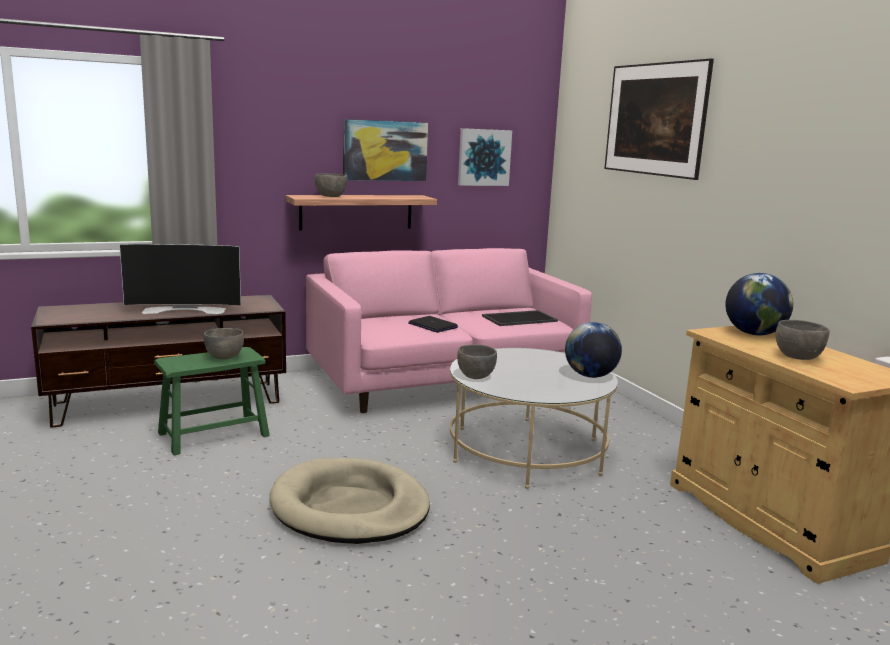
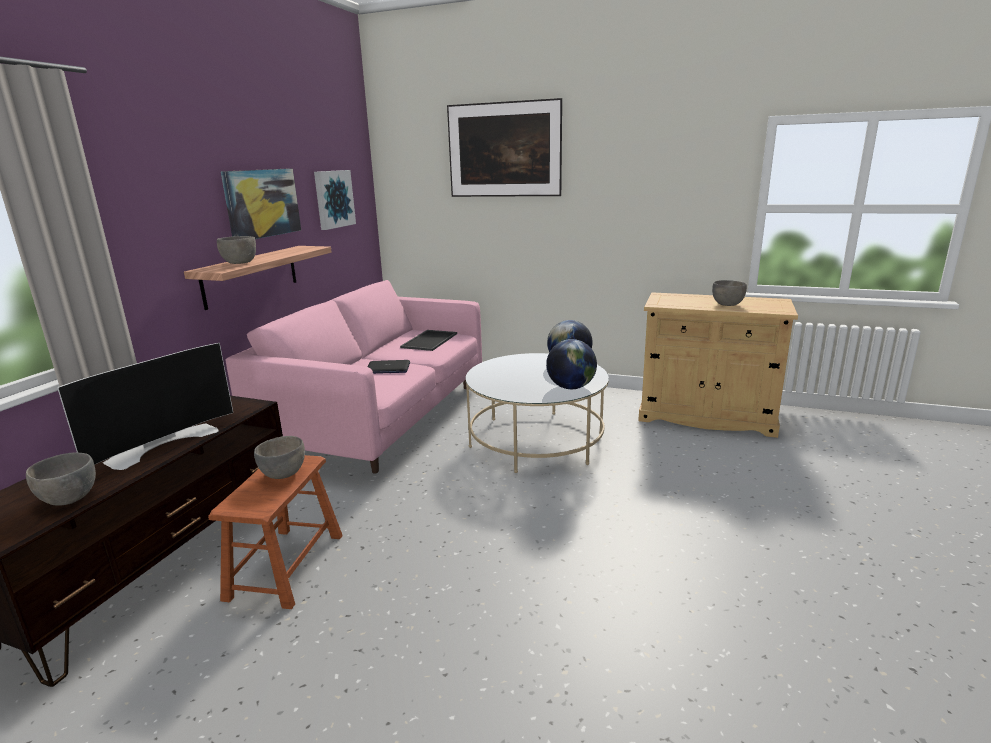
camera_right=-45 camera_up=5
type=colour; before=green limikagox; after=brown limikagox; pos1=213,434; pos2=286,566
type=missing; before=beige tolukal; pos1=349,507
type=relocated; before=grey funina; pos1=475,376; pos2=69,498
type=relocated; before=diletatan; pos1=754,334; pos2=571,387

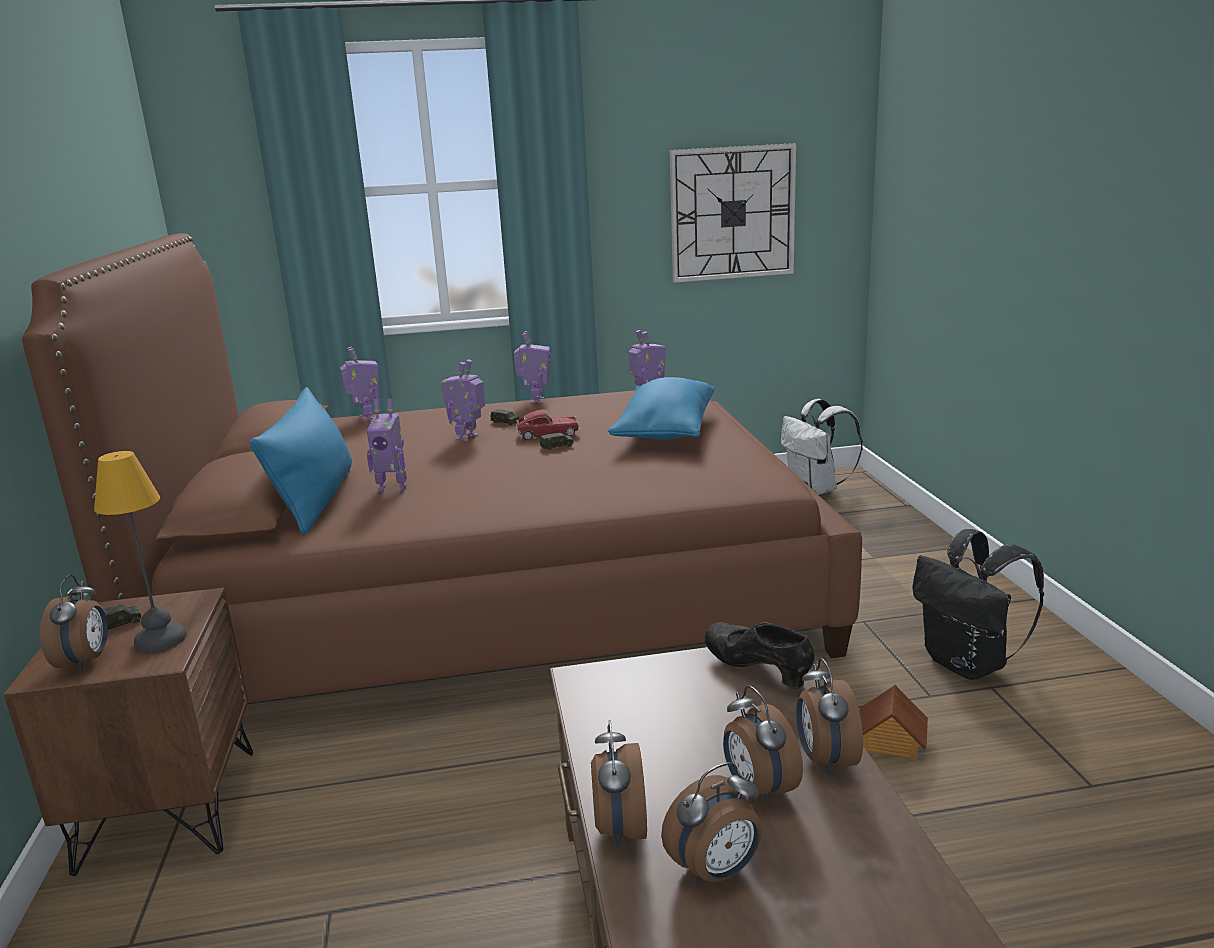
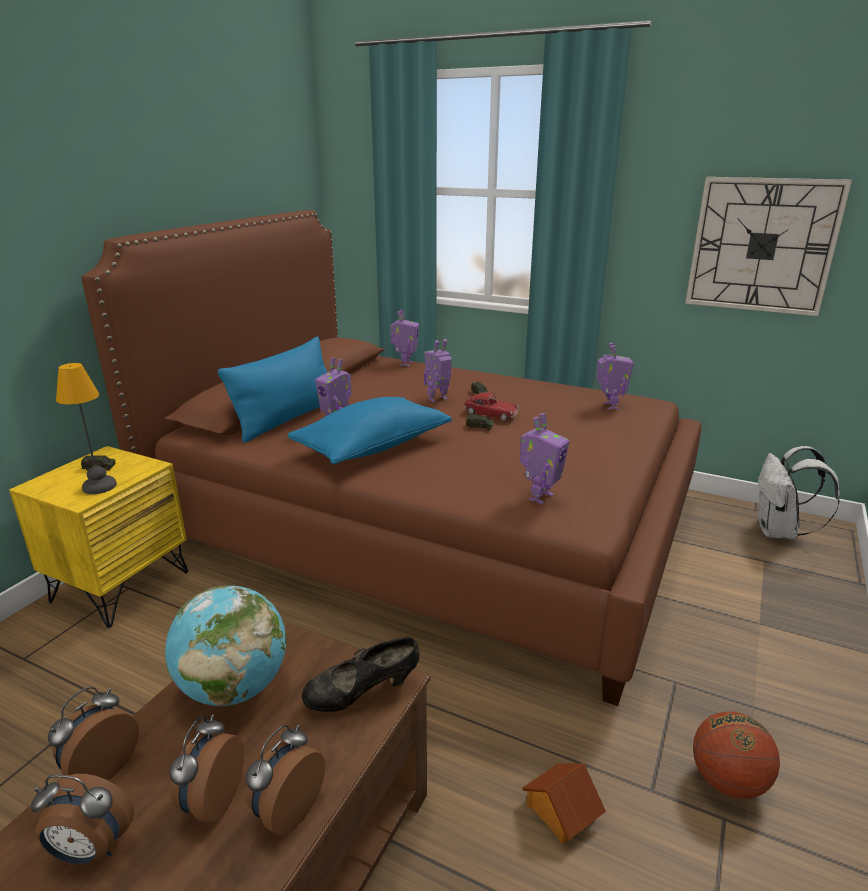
camera_right=35 camera_up=5
type=colour; before=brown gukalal; after=yellow gukalal; pos1=168,809; pos2=120,586
type=missing; before=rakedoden; pos1=86,661
type=relocated; before=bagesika; pos1=535,400; pos2=539,497
type=relocated; before=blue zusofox; pos1=665,432; pos2=372,447
type=spun; before=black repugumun; pos1=757,671; pos2=362,694; turn=-105
type=exchanged; before=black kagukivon; after=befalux; pos1=968,664; pos2=727,781
type=appeared; after=diletatan; pos2=234,688

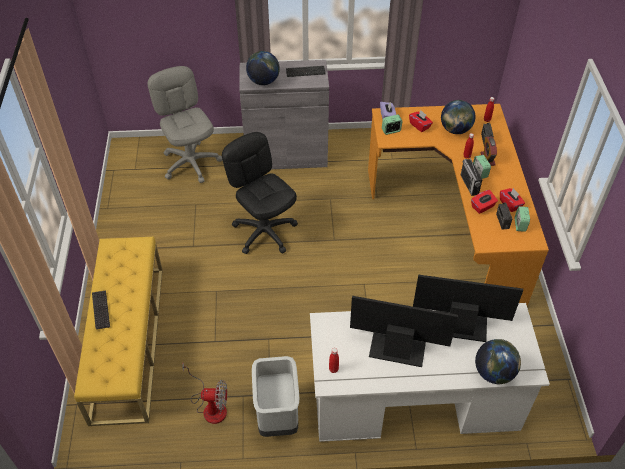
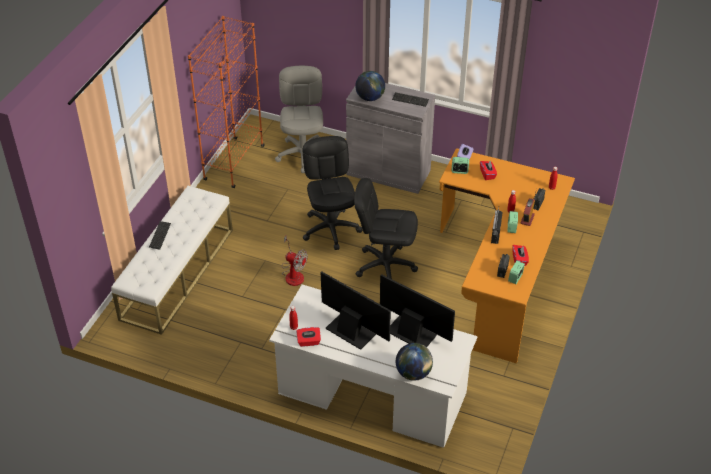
camera_right=25 camera_up=-5
type=colour; before=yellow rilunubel; after=white rilunubel; pos1=128,341; pos2=177,273
type=relocated; before=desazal; pos1=210,406; pos2=293,273
type=missing; before=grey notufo; pos1=278,417
type=missing; before=diletatan; pos1=455,130
type=relocated; before=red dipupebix; pos1=482,207; pos2=309,342
type=appeared; after=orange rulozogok; pos2=234,163
type=appeared; after=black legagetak; pos2=385,266

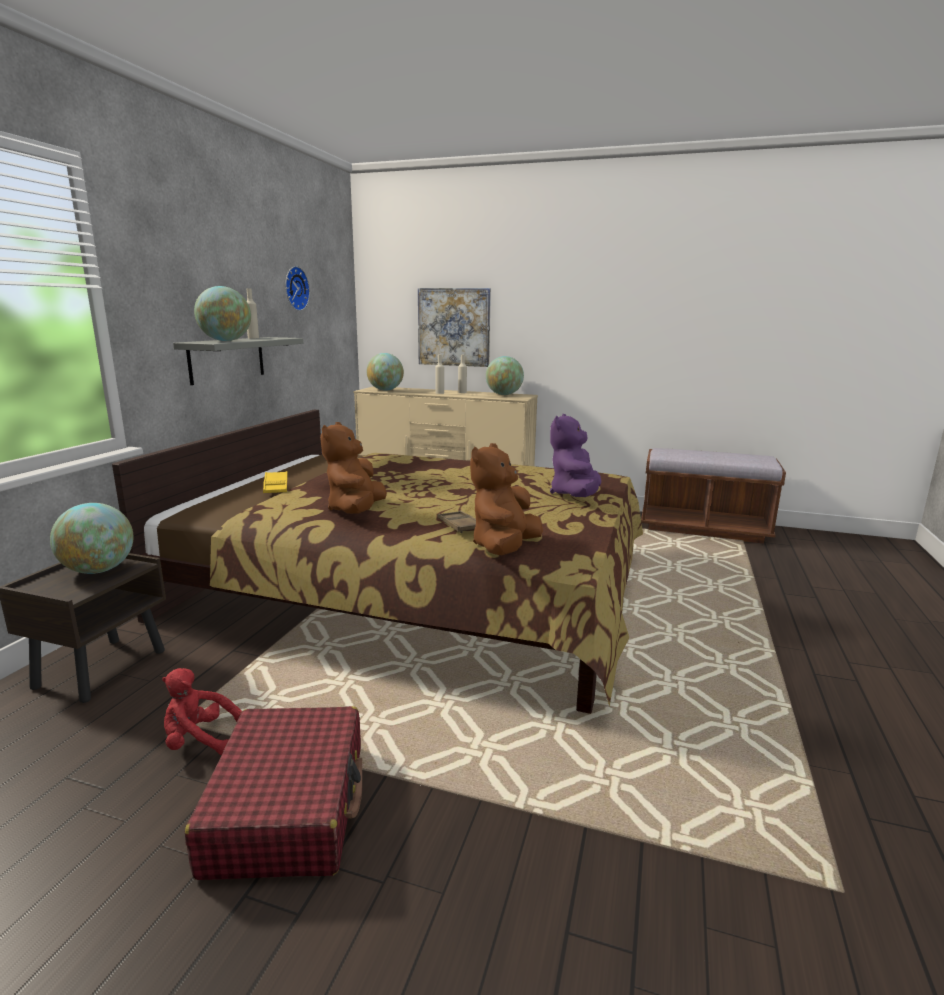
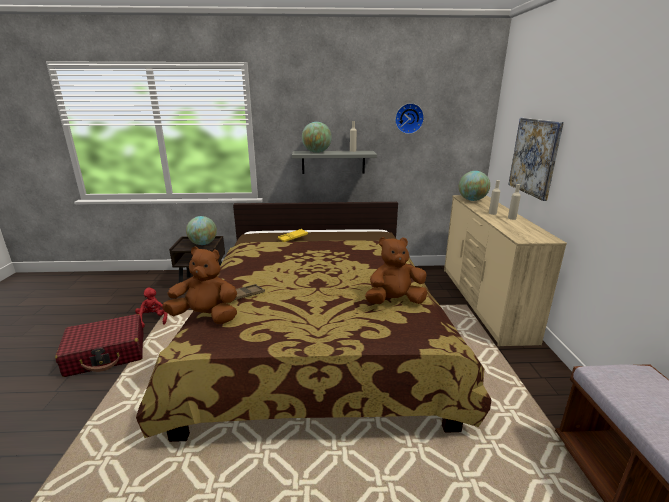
camera_right=70 camera_up=5
type=relocated; before=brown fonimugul; pos1=356,510; pos2=394,301
type=missing; before=diletatan; pos1=504,394
type=missing; before=purple fonimugul; pos1=575,495

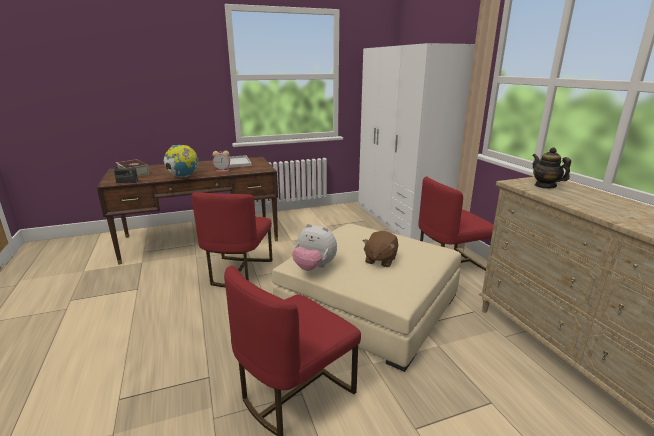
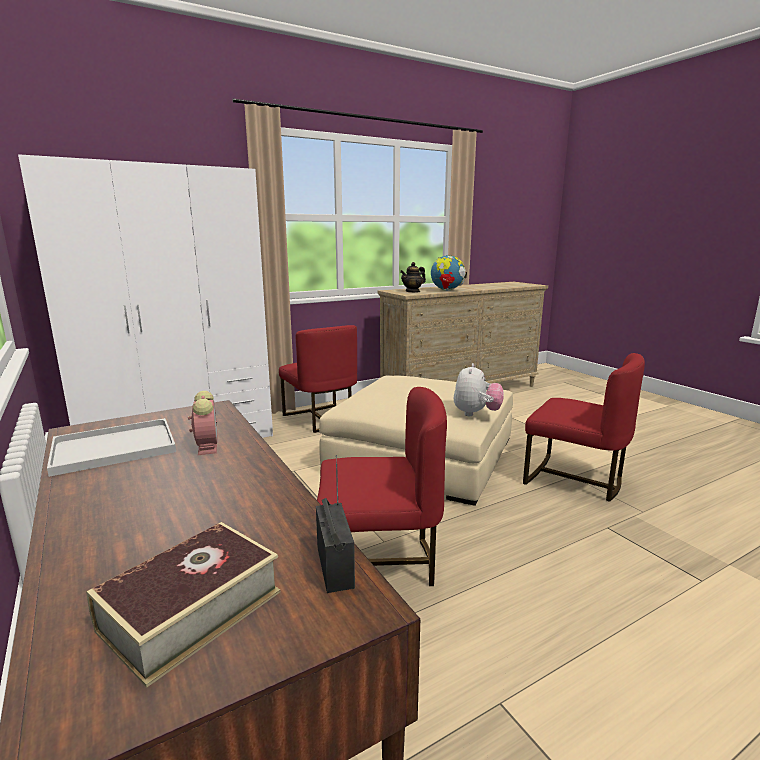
camera_right=-100 camera_up=-5
type=relocated; before=diletatan; pos1=183,177; pos2=447,290
type=missing; before=brown fonimugul; pos1=380,260

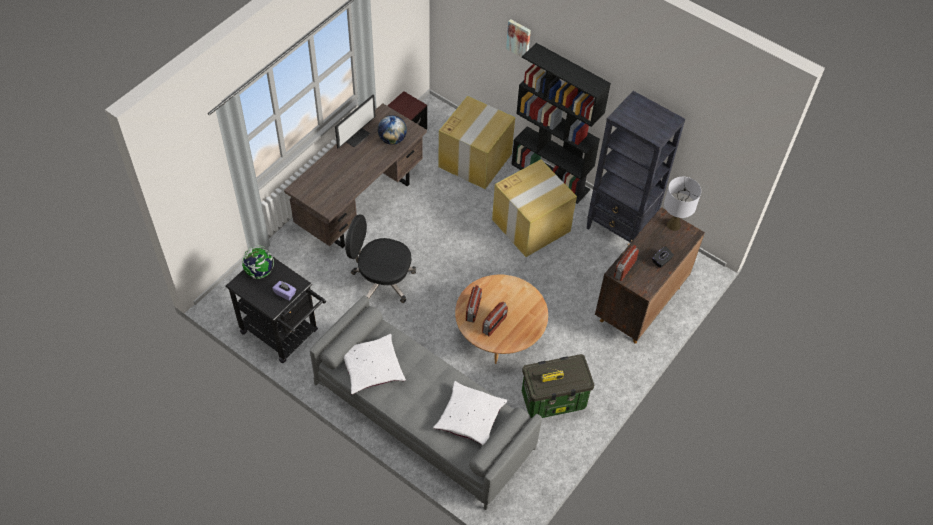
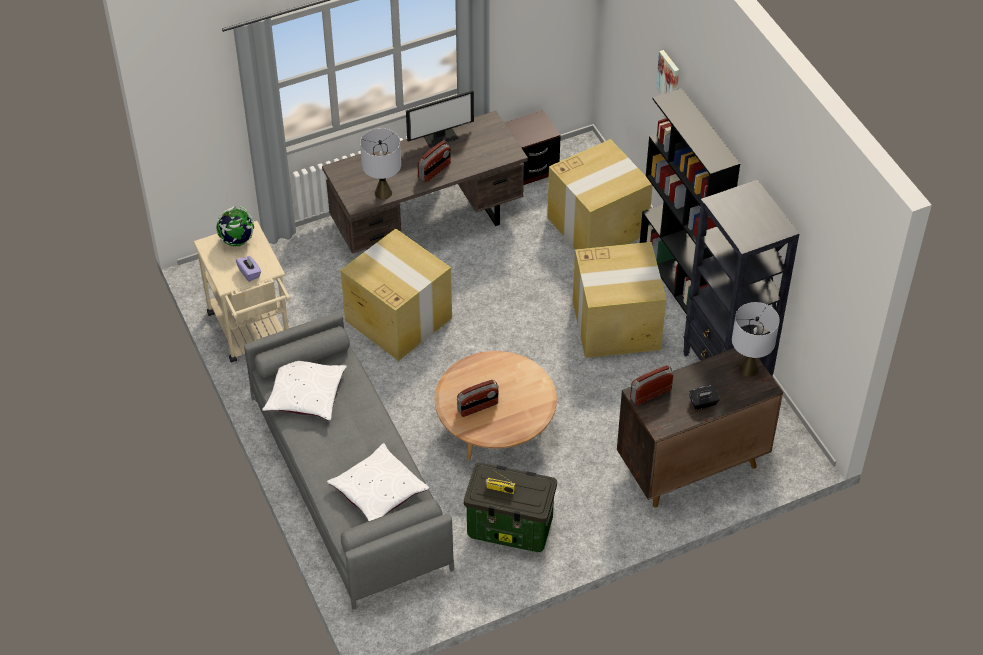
camera_right=30 camera_up=-5
type=colour; before=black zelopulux; after=beige zelopulux; pos1=284,334; pos2=252,333
type=exchanged; before=black legagetak; after=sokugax; pos1=382,280; pos2=397,318
type=missing; before=diletatan; pos1=392,139
type=relocated; before=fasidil; pos1=473,309; pos2=434,171
type=appeared; after=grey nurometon; pos2=383,193

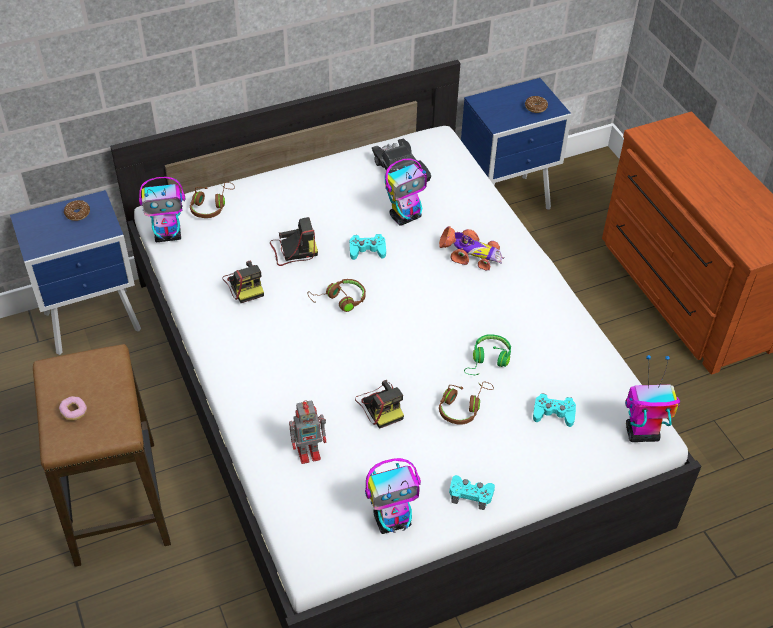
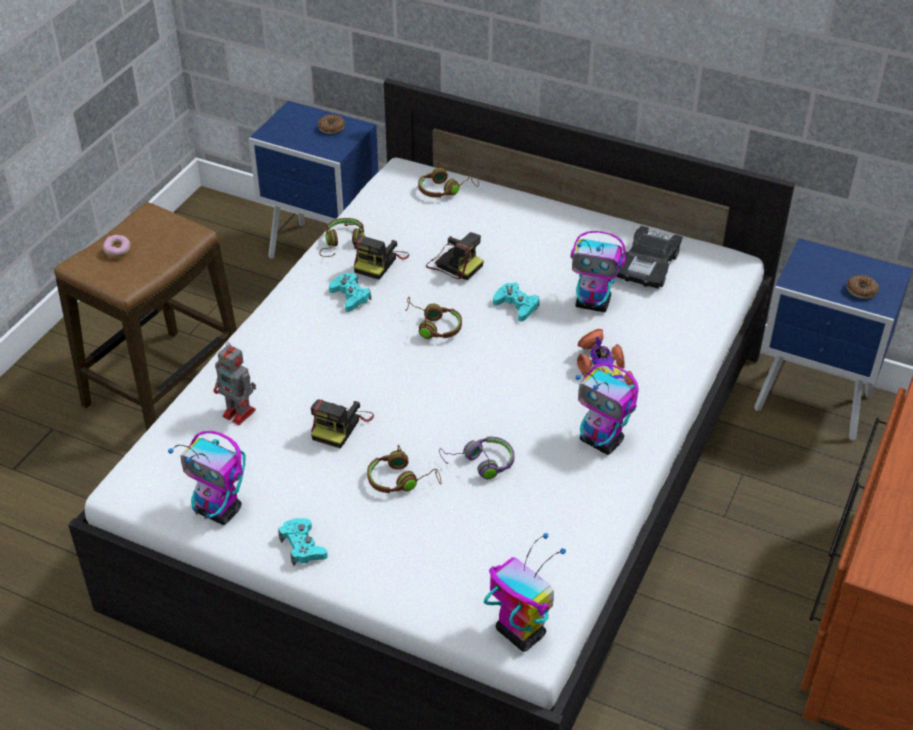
camera_right=50 camera_up=-5
type=relocated; before=bagesika; pos1=168,235; pos2=602,441
type=colour; before=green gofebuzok; after=purple gofebuzok; pos1=488,360; pos2=480,463
type=relocated; before=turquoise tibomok; pos1=553,413; pos2=350,296
type=appeared; after=brown gofebuzok; pos2=342,243

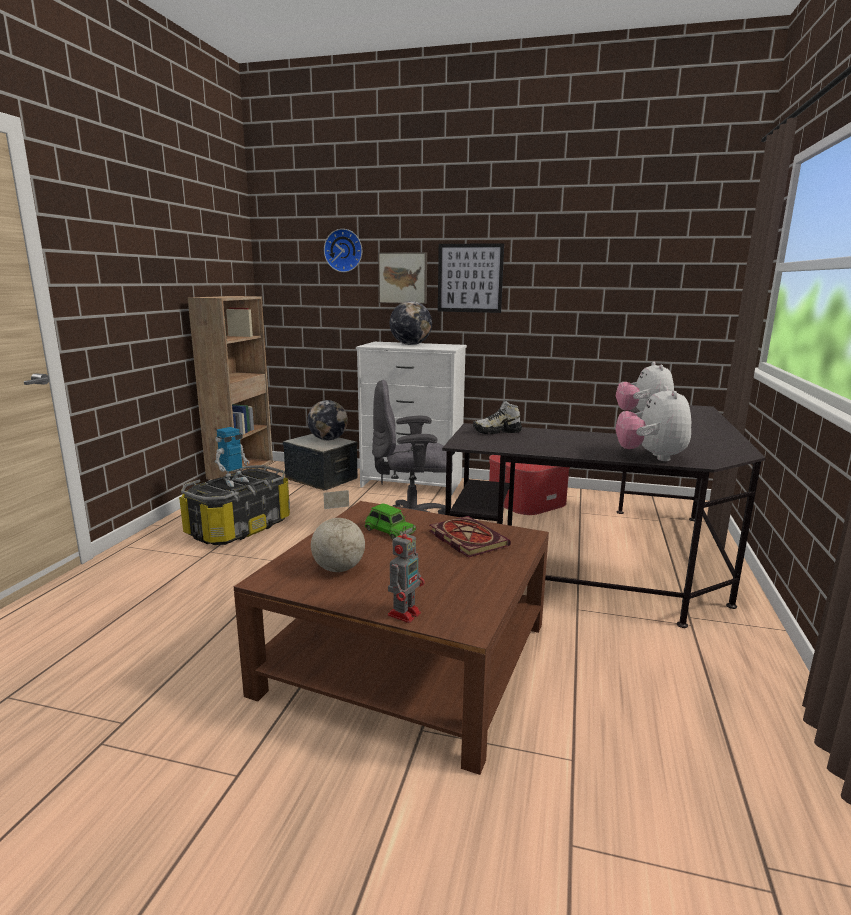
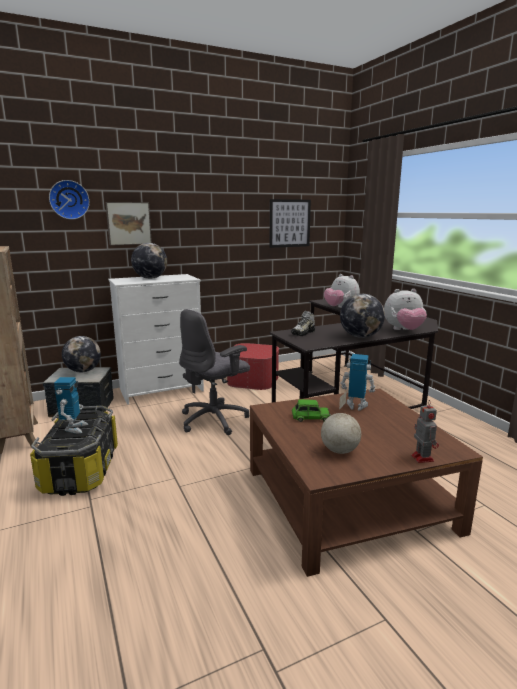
camera_right=-40 camera_up=0
type=exchanged; before=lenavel; after=bagesika; pos1=465,538; pos2=356,406
type=relocated; before=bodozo; pos1=470,278; pos2=289,223
type=spun; before=fonimugul; pos1=650,457; pos2=403,330; turn=-60
type=appeared; after=diletatan; pos2=360,336

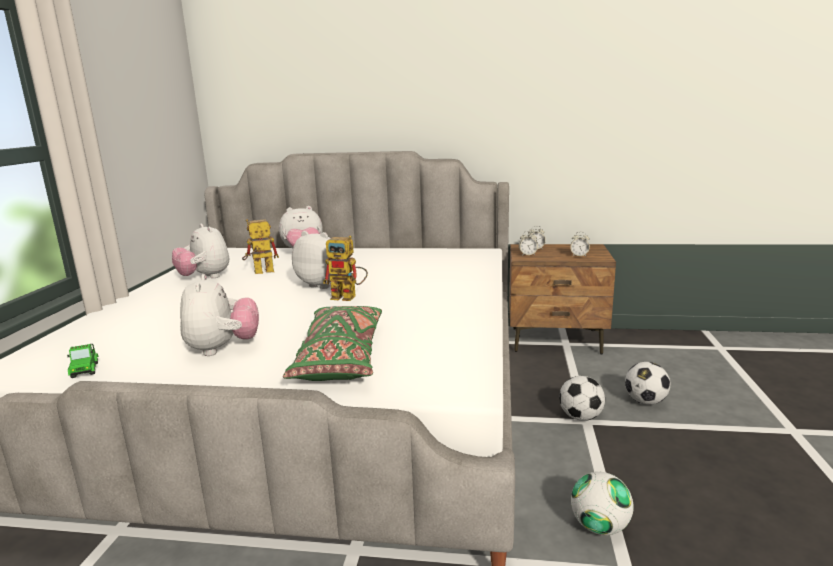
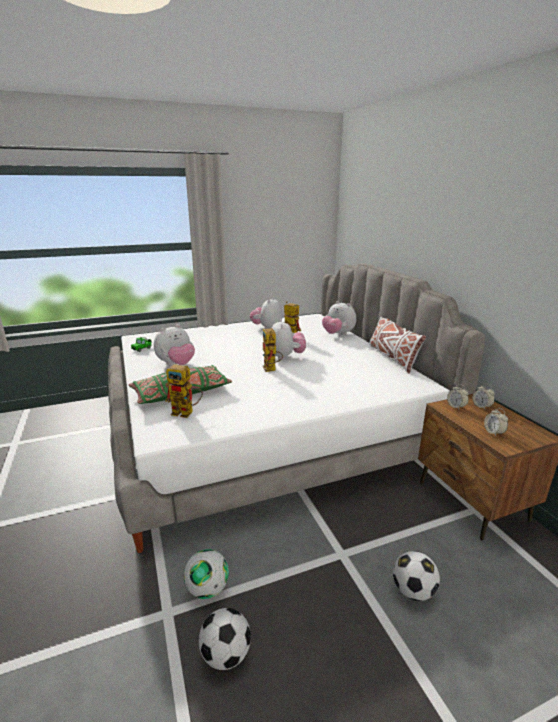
camera_right=60 camera_up=5
type=relocated; before=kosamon; pos1=580,417; pos2=226,654
type=appeared; after=bagesika; pos2=187,413
type=appeared; after=white zusofox; pos2=392,358

